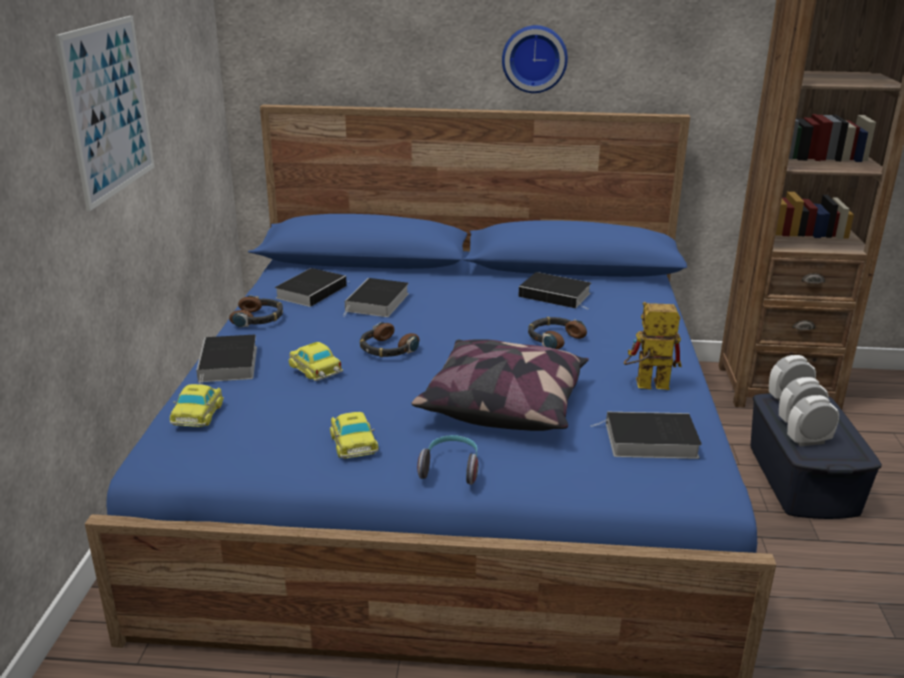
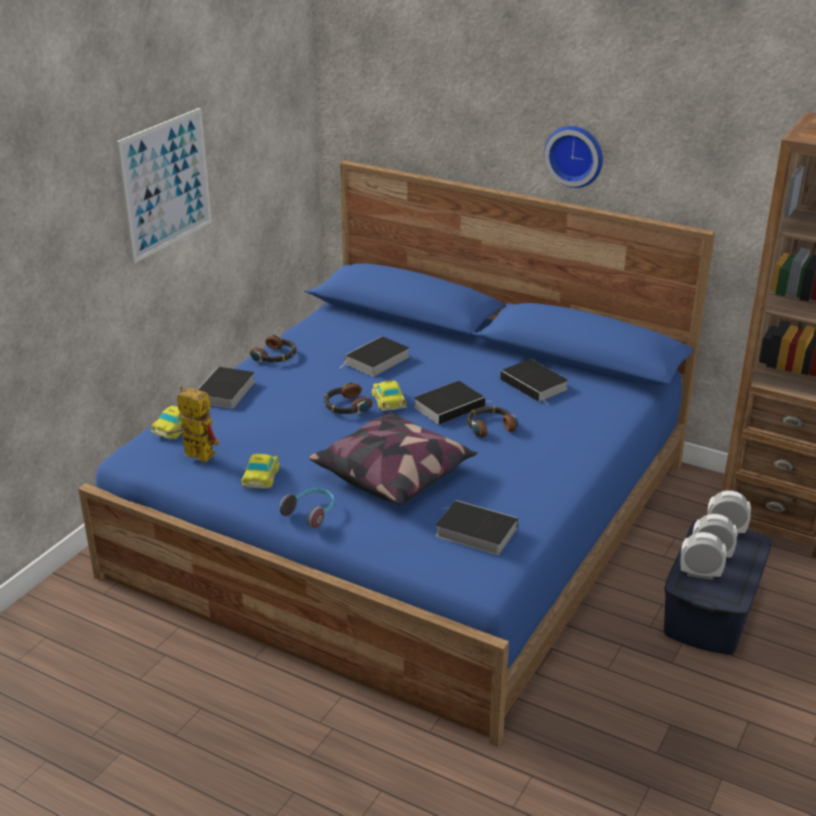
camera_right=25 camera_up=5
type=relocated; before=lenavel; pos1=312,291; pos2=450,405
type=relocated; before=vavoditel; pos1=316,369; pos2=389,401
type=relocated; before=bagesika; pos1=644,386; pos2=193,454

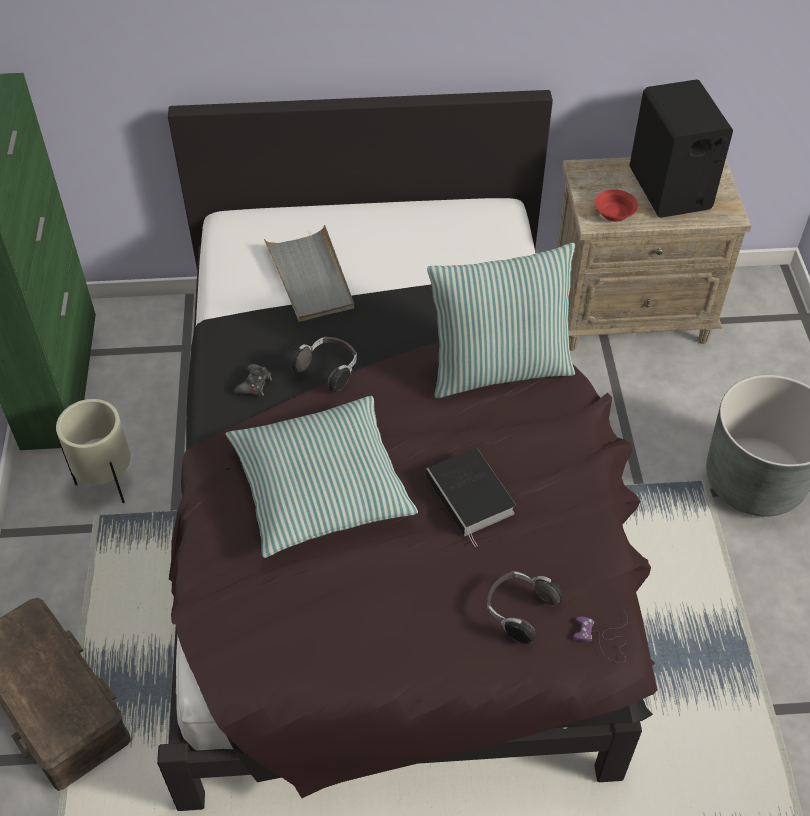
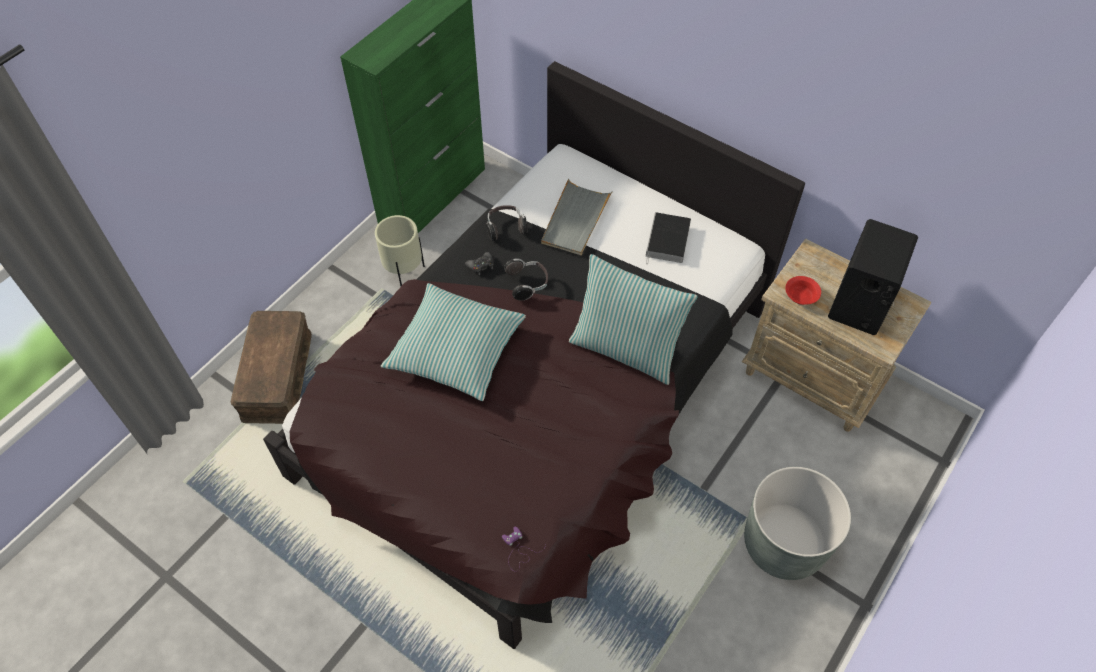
camera_right=40 camera_up=5
type=relocated; before=lenavel; pos1=472,497; pos2=668,242
type=relocated; before=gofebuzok; pos1=519,611; pos2=505,228

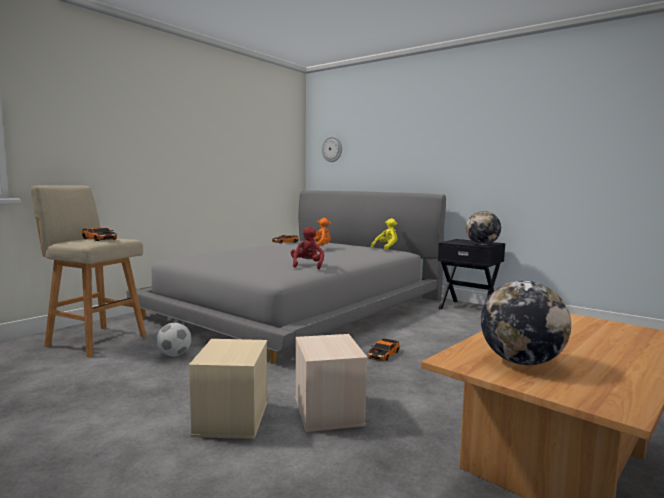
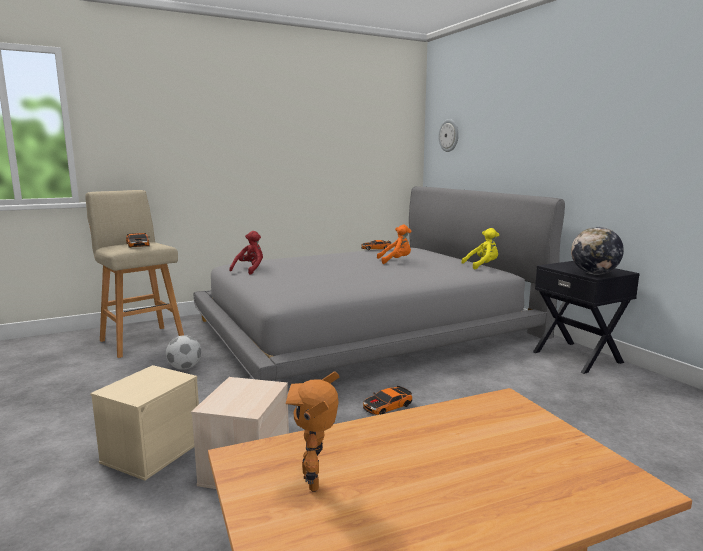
camera_right=25 camera_up=5
type=relocated; before=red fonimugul; pos1=307,266; pos2=250,270
type=exchanged; before=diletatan; after=bagesika; pos1=521,362; pos2=316,481

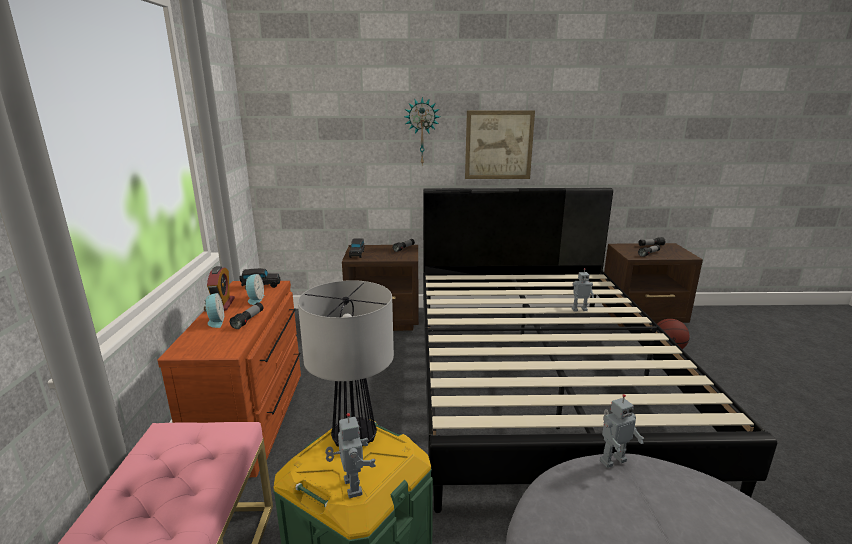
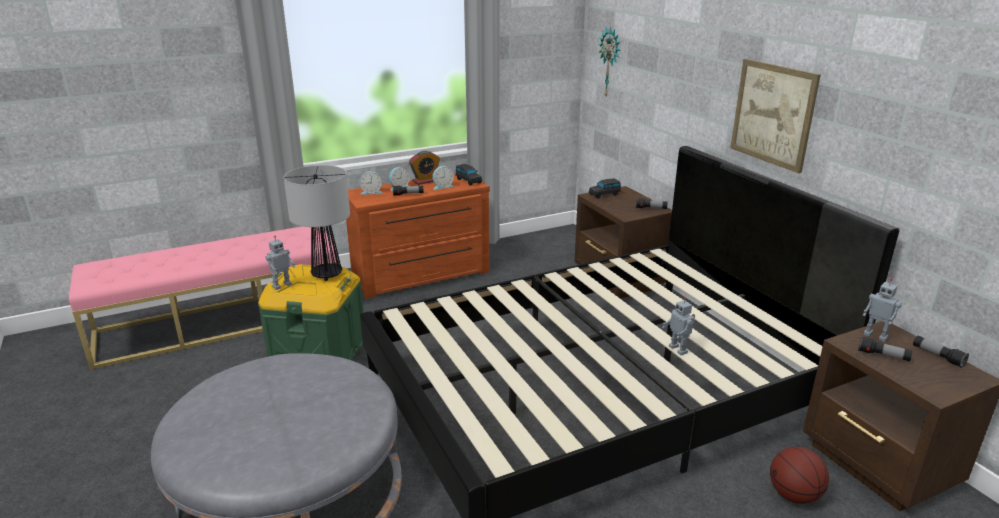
camera_right=65 camera_up=5
type=relocated; before=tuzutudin; pos1=422,131; pos2=610,63
type=relocated; before=bagesika; pos1=612,460; pos2=875,336
type=appeared; after=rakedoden; pos2=371,192

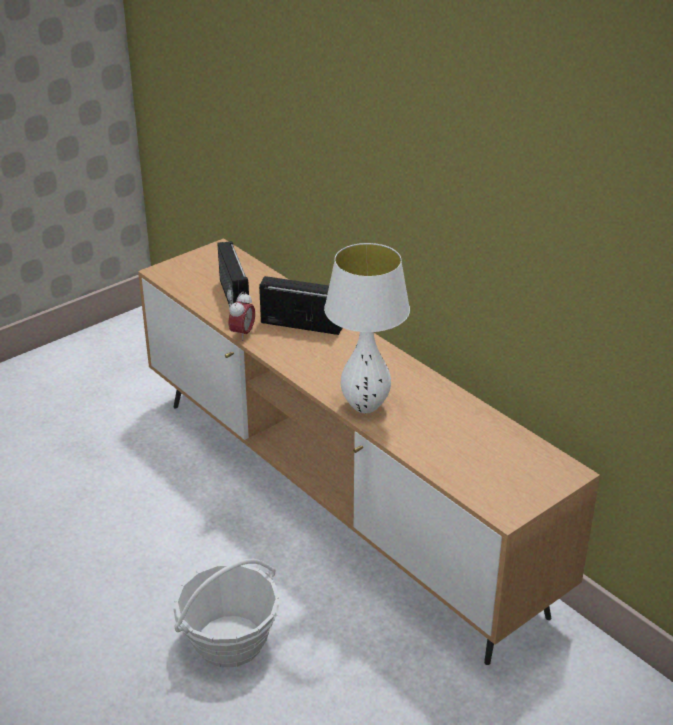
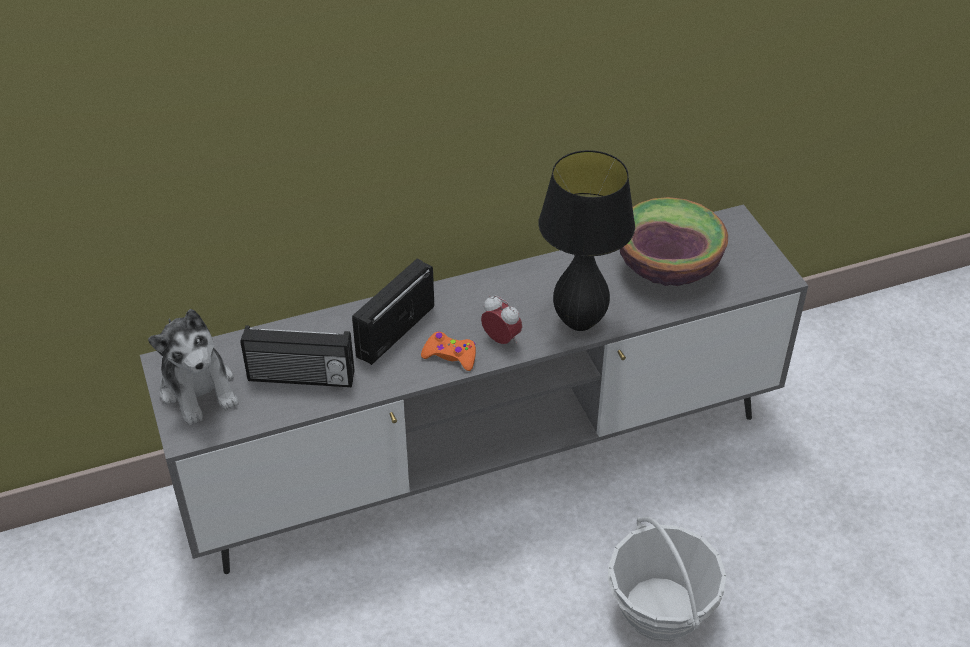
camera_right=-70 camera_up=10
type=colour; before=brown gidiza; after=grey gidiza; pos1=338,500; pos2=483,459
type=relocated; before=rakedoden; pos1=242,334; pos2=501,340
type=colour; before=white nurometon; after=black nurometon; pos1=365,407; pos2=579,322
type=appeared; after=fonimugul; pos2=199,389
type=appeared; after=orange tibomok; pos2=450,356
type=appeared; after=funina; pos2=667,267

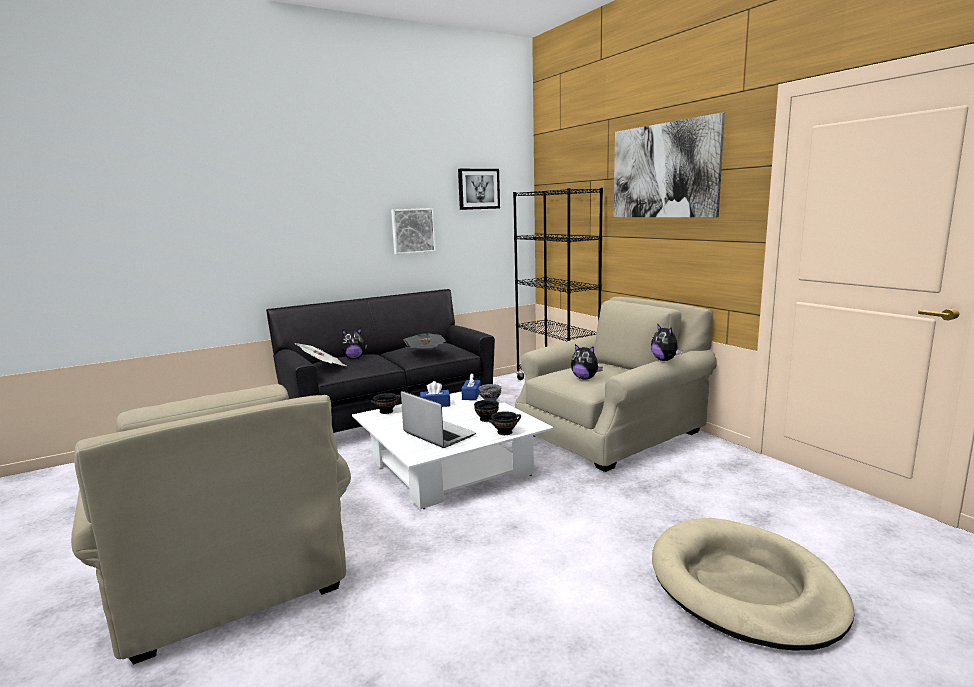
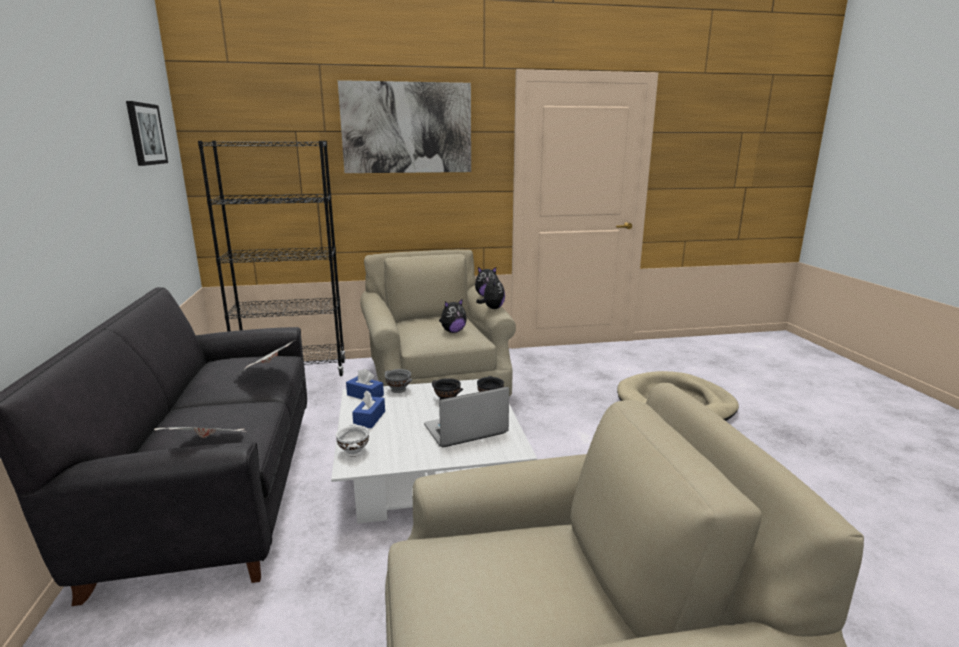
camera_right=-70 camera_up=5
type=relocated; before=fonimugul; pos1=354,358; pos2=492,308
type=colour; before=black funina; after=white funina; pos1=387,411; pos2=354,451
type=missing; before=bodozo; pos1=413,231

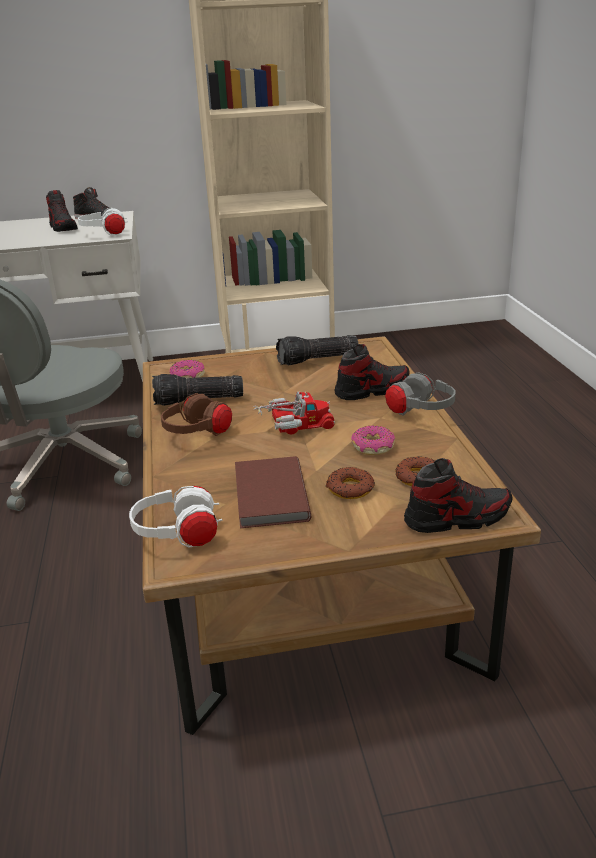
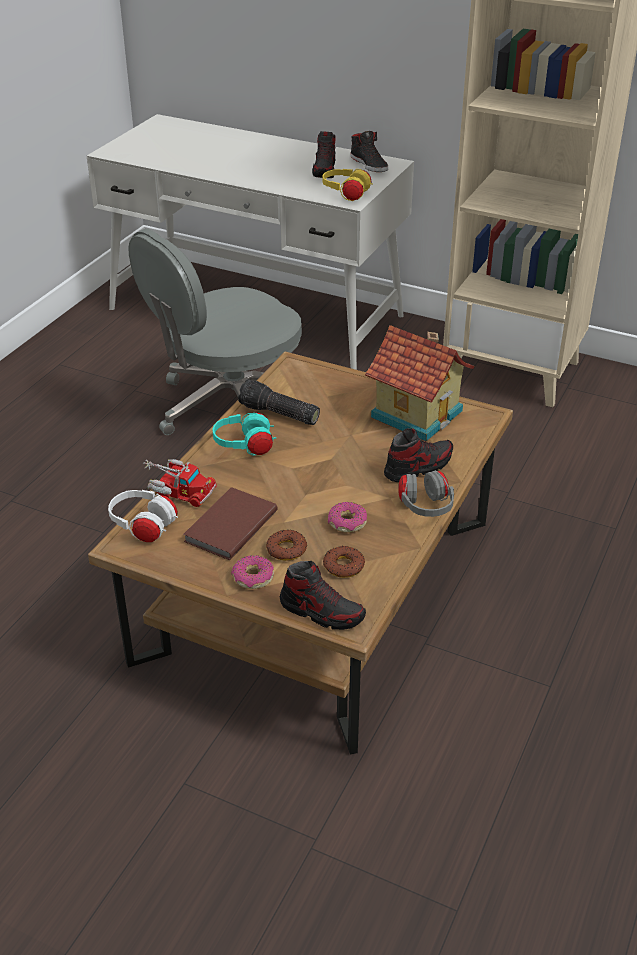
camera_right=35 camera_up=10
type=colour; before=white gofebuzok; after=yellow gofebuzok; pos1=105,234; pos2=346,195
type=colour; before=brown gofebuzok; after=turquoise gofebuzok; pos1=197,434; pos2=244,447
type=relocated; before=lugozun; pos1=187,377; pos2=253,578
type=relocated; before=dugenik; pos1=293,425; pos2=177,489
type=exchanged; before=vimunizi; after=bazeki; pos1=317,360; pos2=417,413
type=spun; before=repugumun; pos1=372,390; pos2=418,467; turn=-45

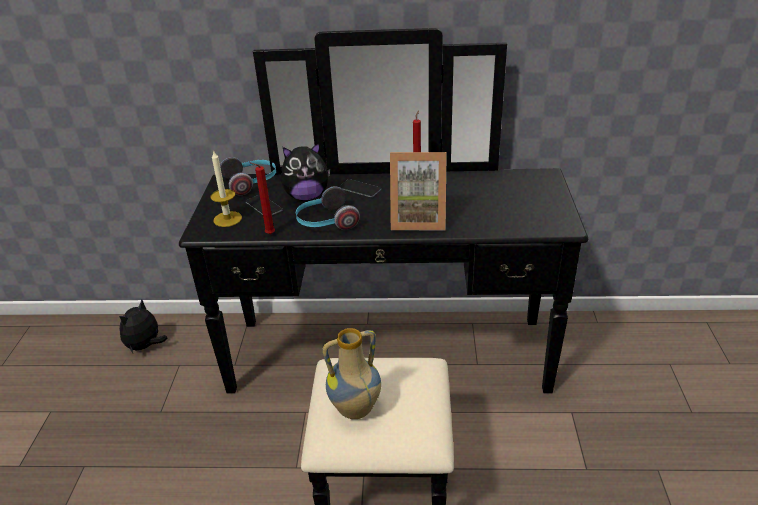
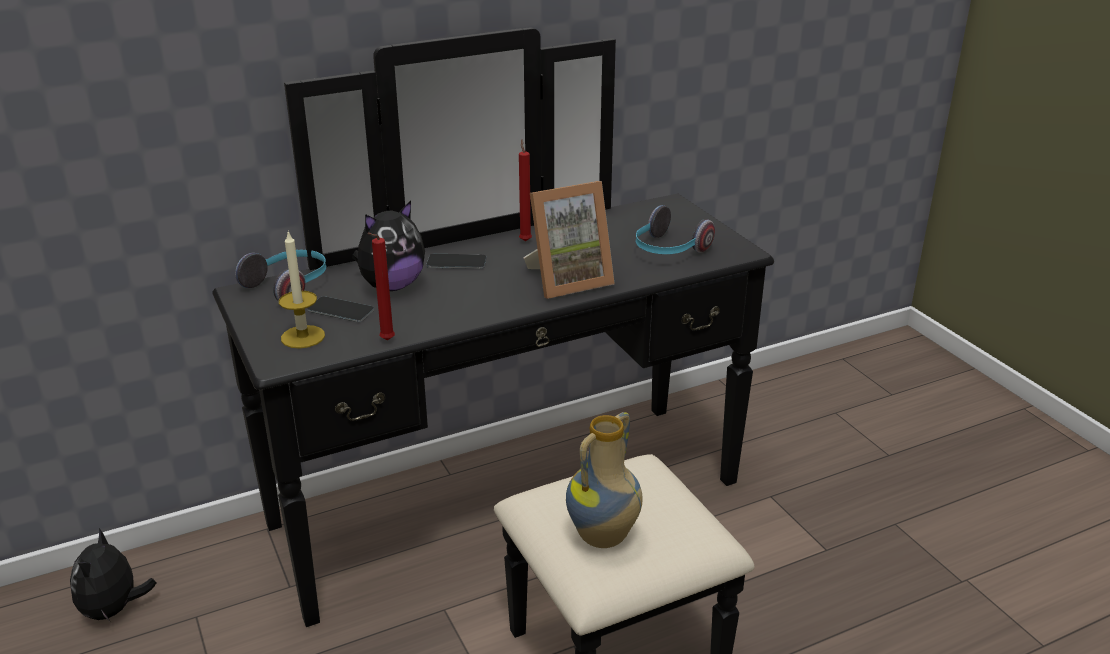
camera_right=-30 camera_up=-5
type=relocated; before=gofebuzok; pos1=326,222; pos2=668,250

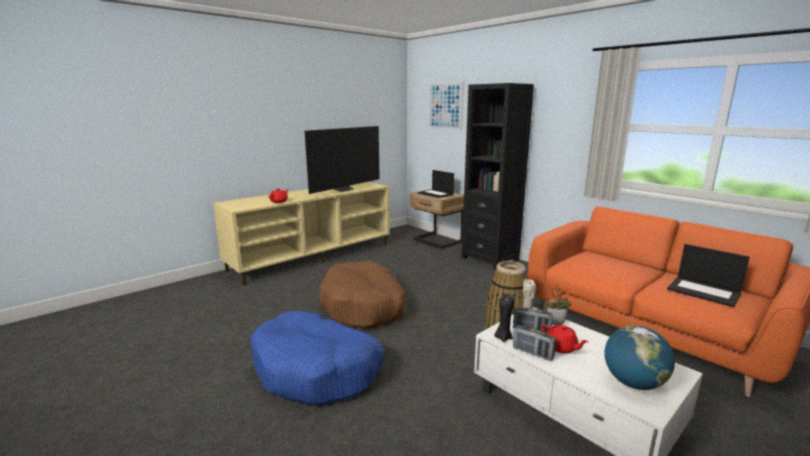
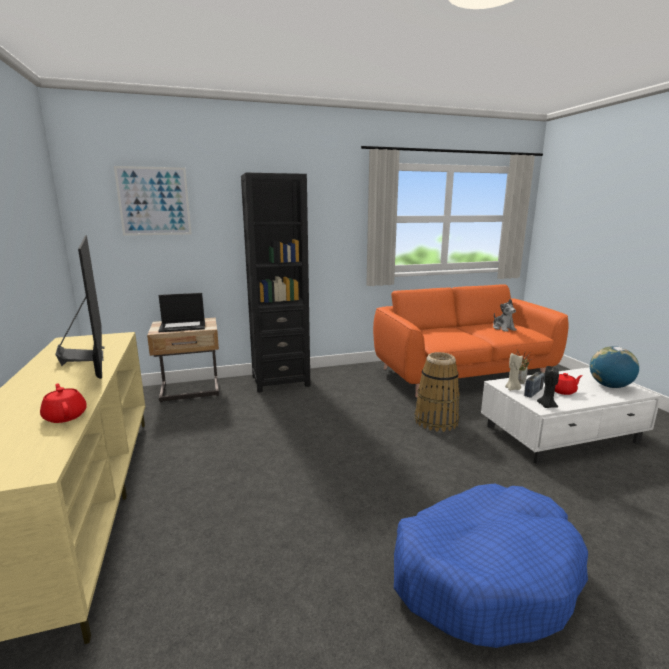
camera_right=-65 camera_up=0
type=missing; before=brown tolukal; pos1=364,306
type=missing; before=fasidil; pos1=532,353
type=exchanged; before=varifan; after=fonimugul; pos1=704,291; pos2=503,328

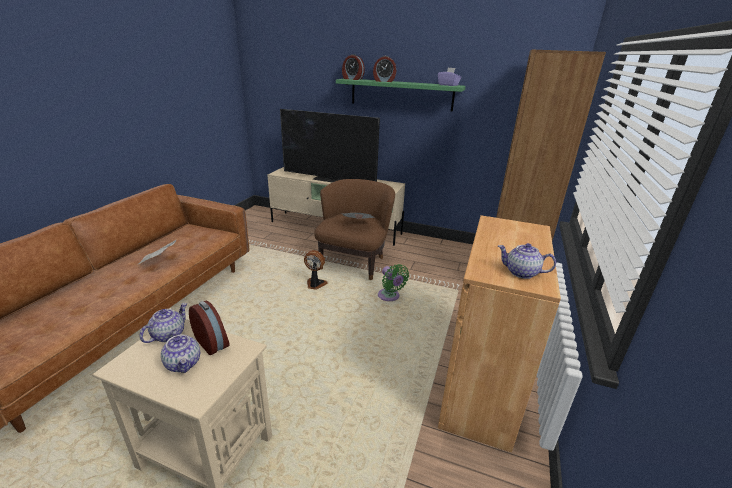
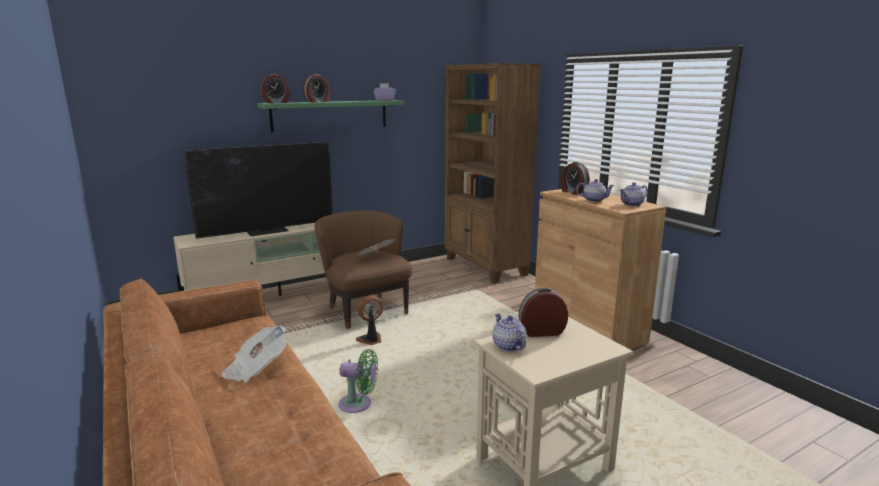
camera_right=-50 camera_up=-10
type=relocated; before=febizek; pos1=184,363; pos2=594,200
type=relocated; before=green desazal; pos1=389,297; pos2=358,404
type=appeared; after=rakedoden; pos2=573,192

